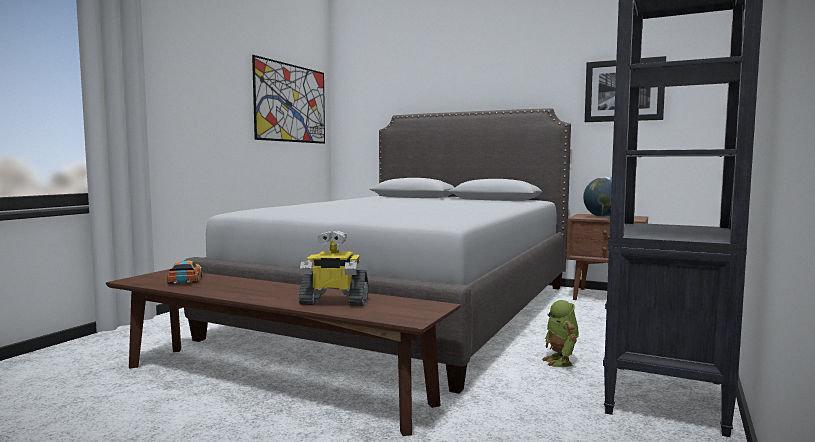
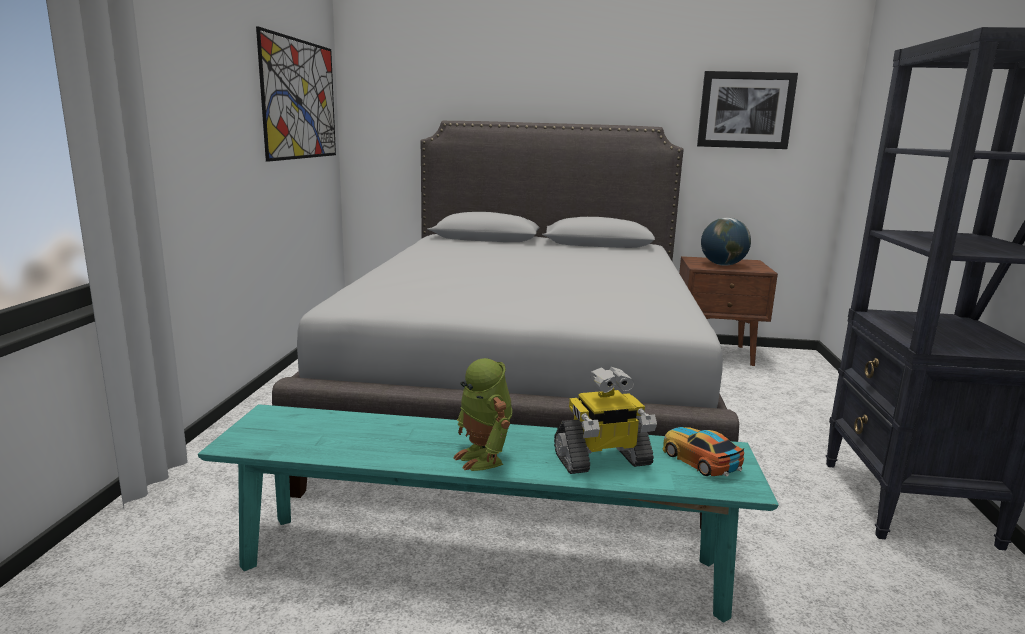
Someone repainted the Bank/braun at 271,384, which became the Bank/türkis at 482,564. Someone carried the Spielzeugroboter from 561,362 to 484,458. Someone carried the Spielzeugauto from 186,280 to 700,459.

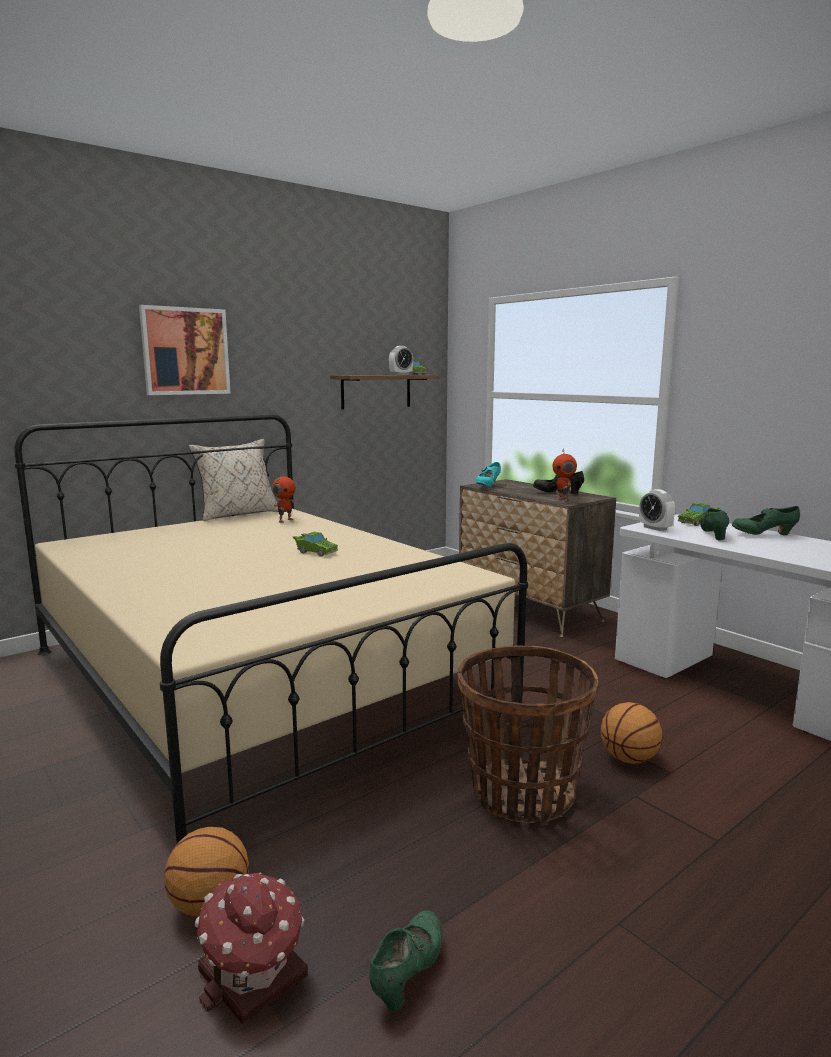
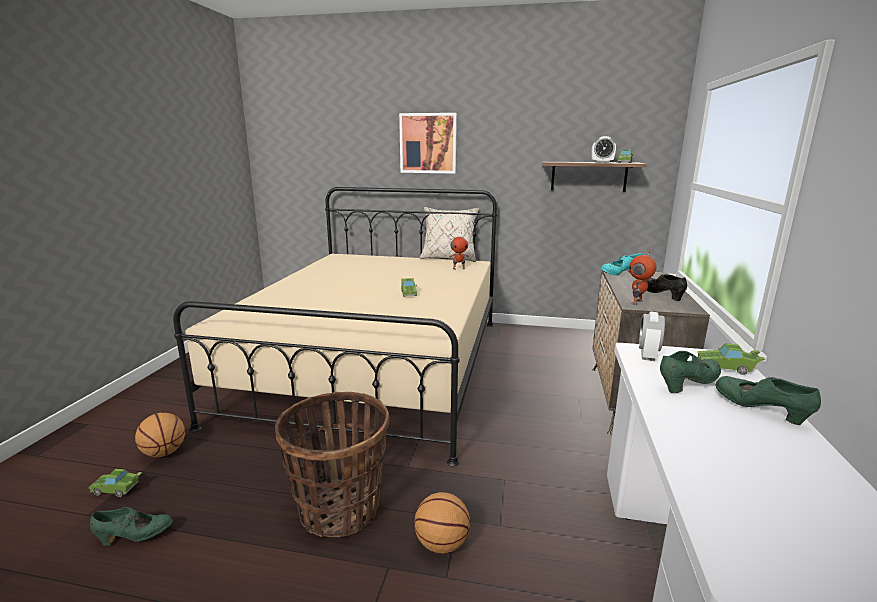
Someone swapped the Spielzeughaus at 253,976 for the Spielzeugauto/grün at 118,489.

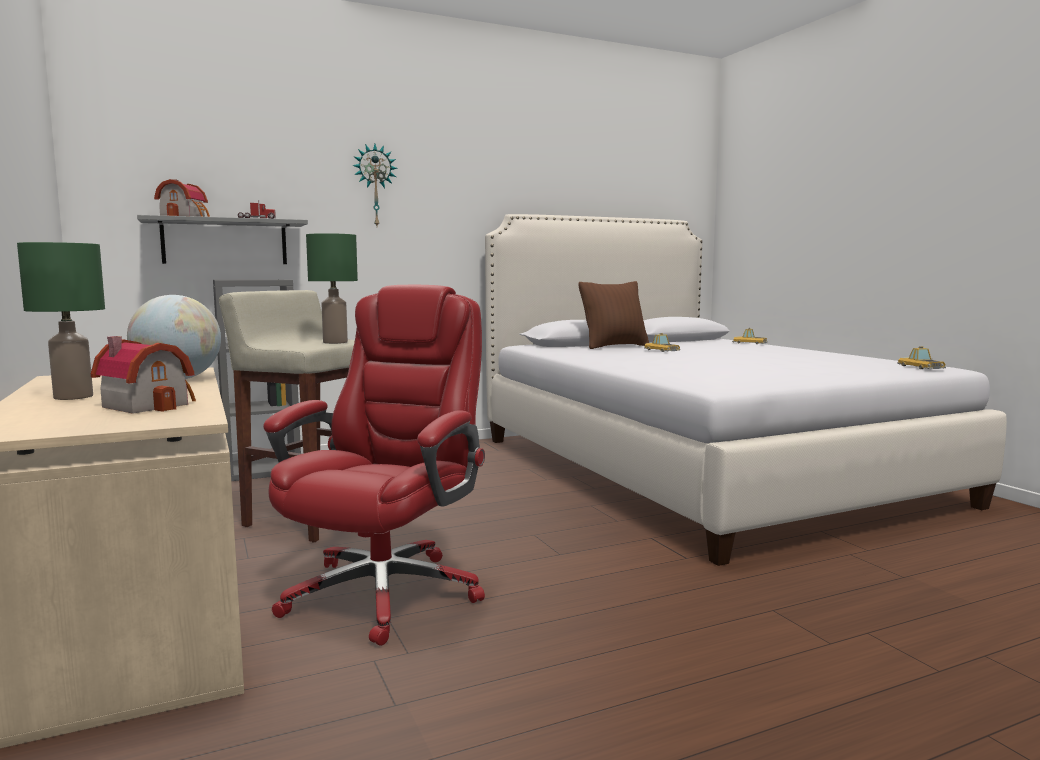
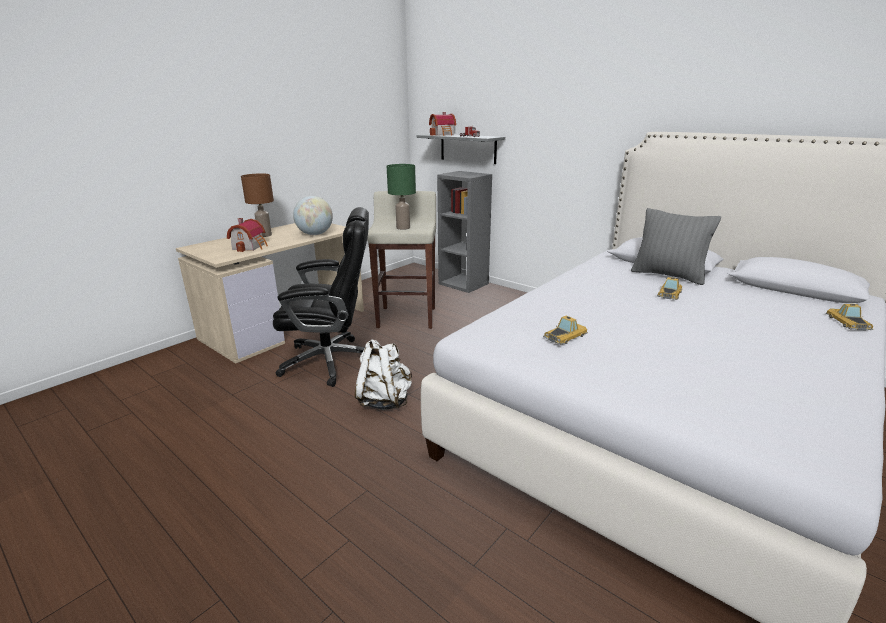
Someone repainted the Tischlampe/grün at 74,397, which became the Tischlampe/braun at 265,235. Someone repainted the Bürostuhl/rot at 386,591, which became the Bürostuhl/schwarz at 331,361. Someone put down the Rucksack/weiß at 384,400. Someone carried the Spielzeugauto from 920,367 to 566,336. Someone repainted the Kissen/braun at 614,346, which became the Kissen/grau at 668,275. Someone took away the Wanduhr at 375,186.

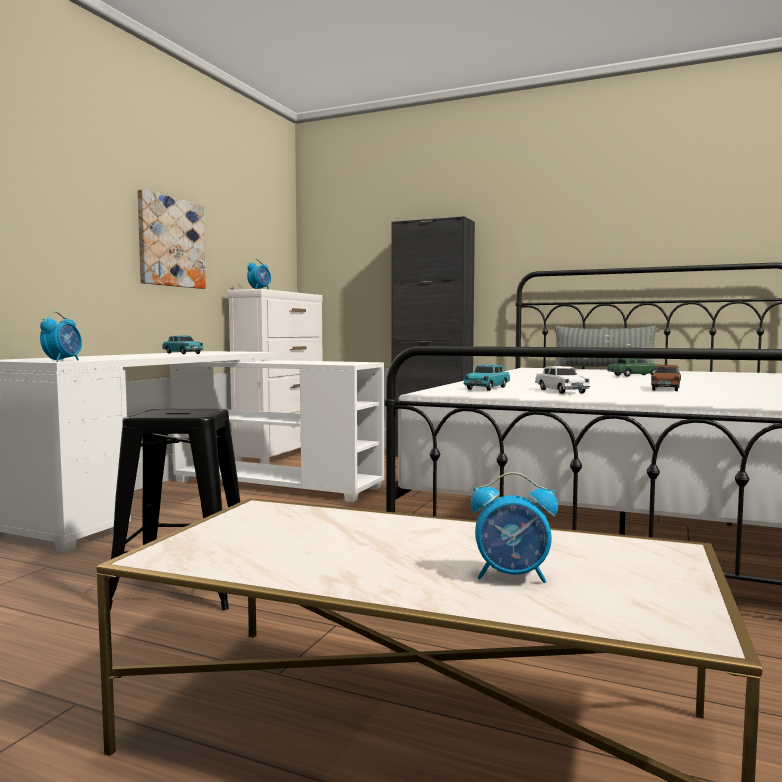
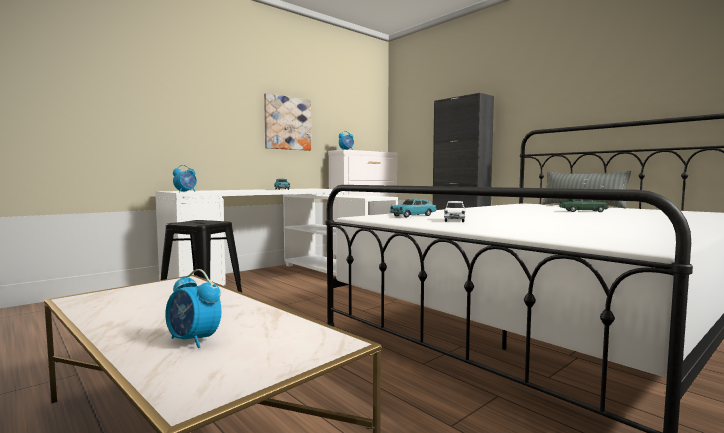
Someone took away the Spielzeugauto/braun at 666,389.

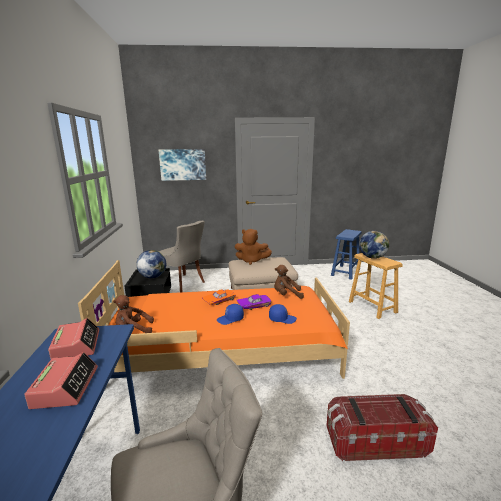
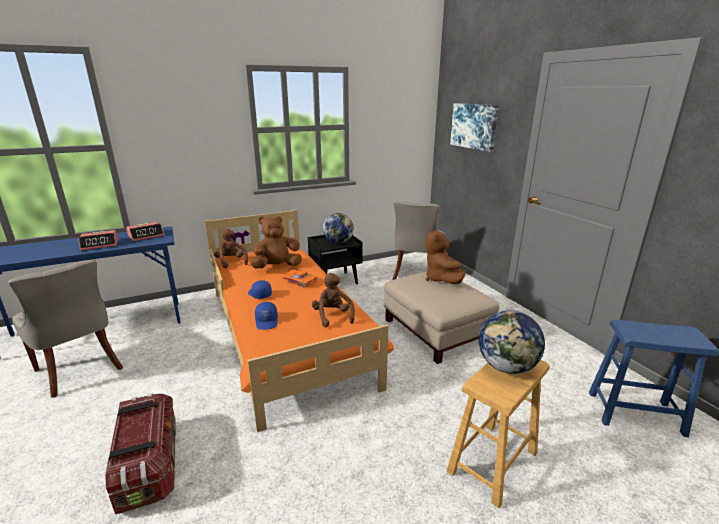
Someone put down the Plüschtier/braun at 277,267. Someone took away the Spielzeugauto/lila at 253,305.

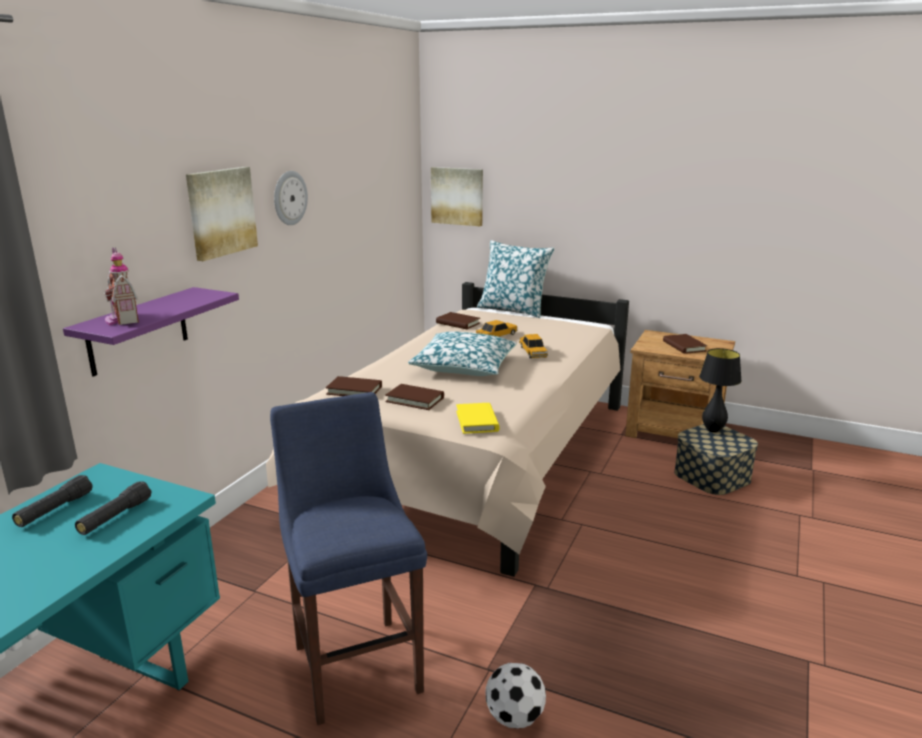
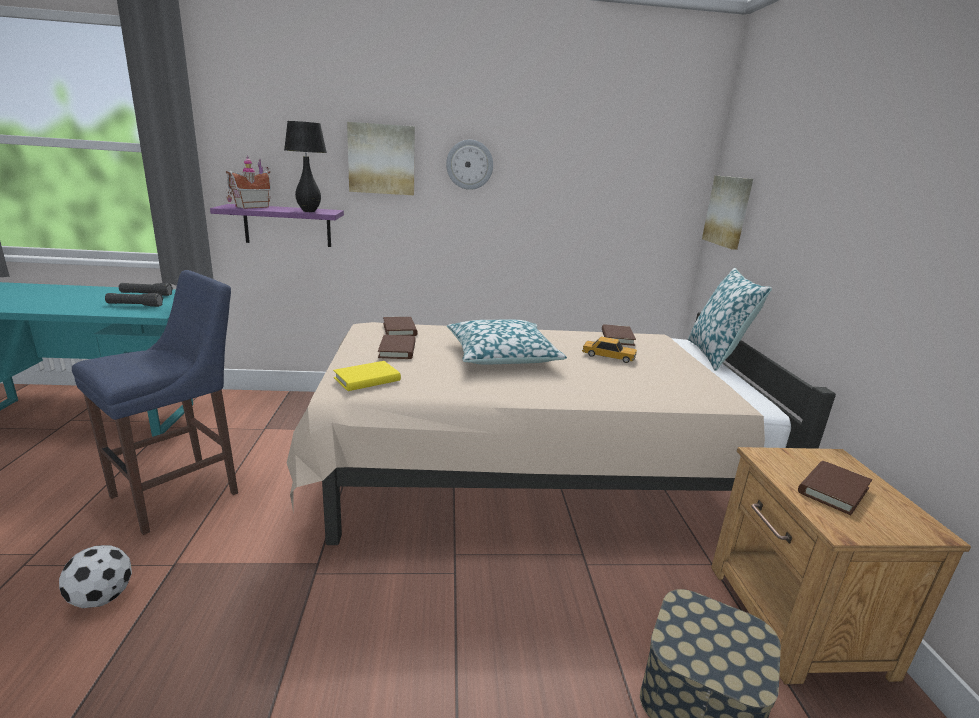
Someone carried the Tischlampe/schwarz from 713,430 to 309,211. Someone took away the Spielzeugauto at 533,352.

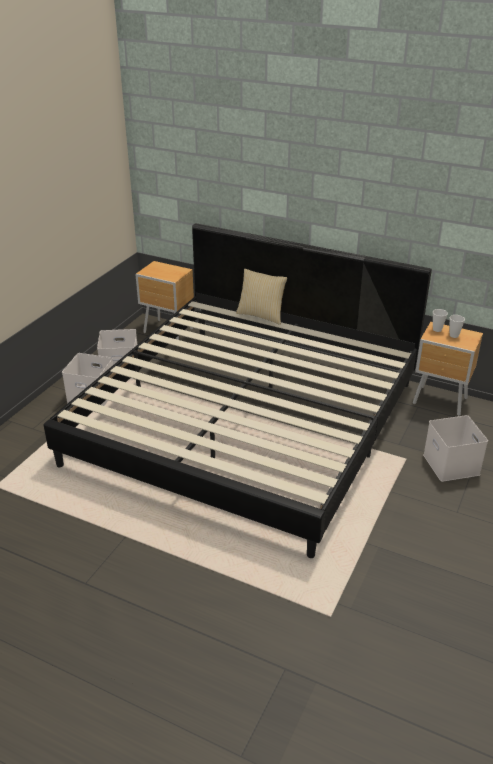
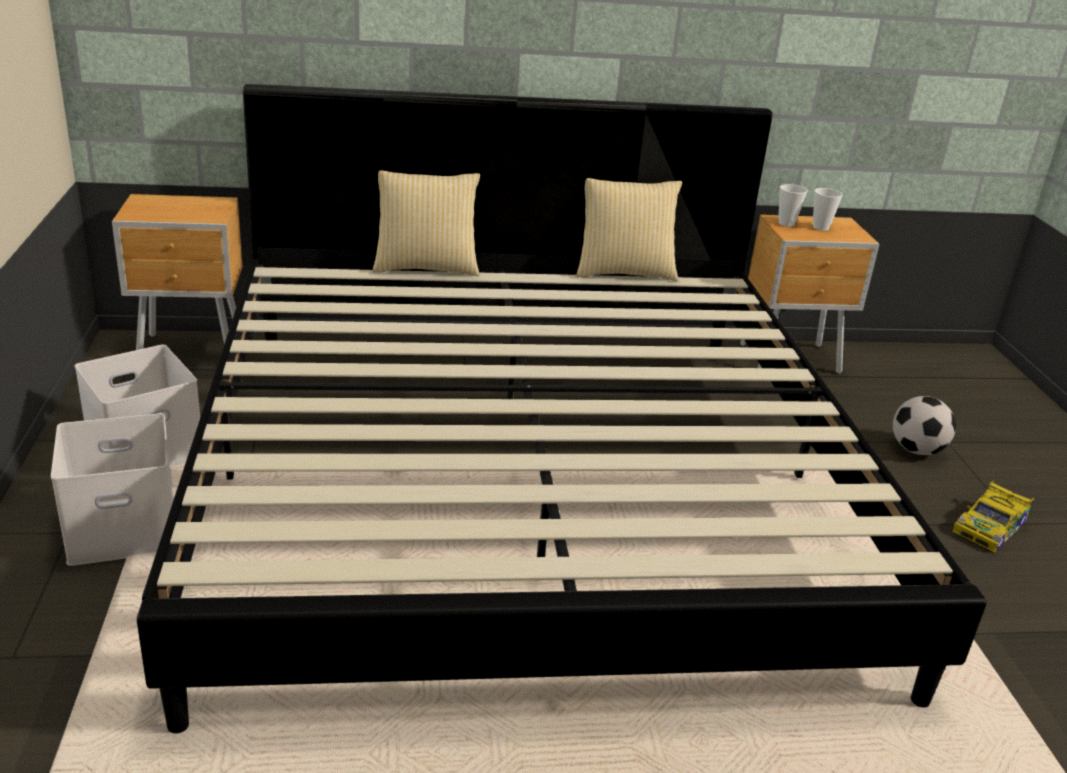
Someone put down the Kissen at 624,272. Someone swapped the Aufbewahrungsbox/weiß at 449,464 for the Fußball at 916,450. Someone put down the Spielzeugauto at 990,526.

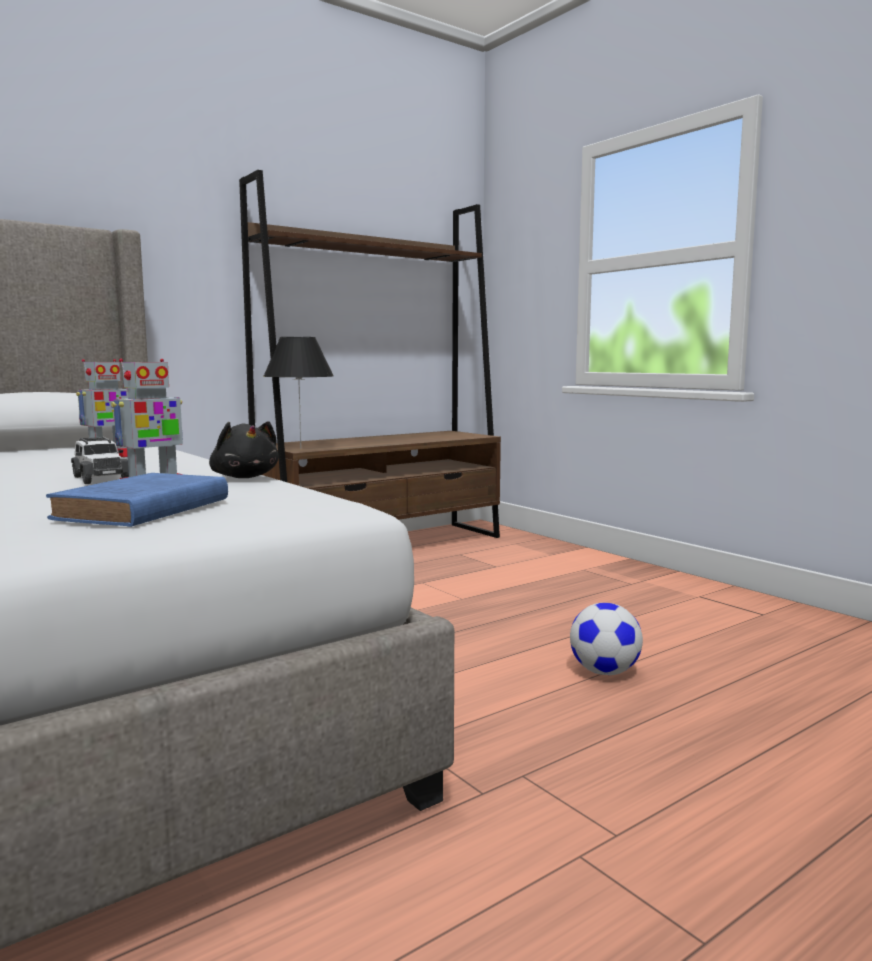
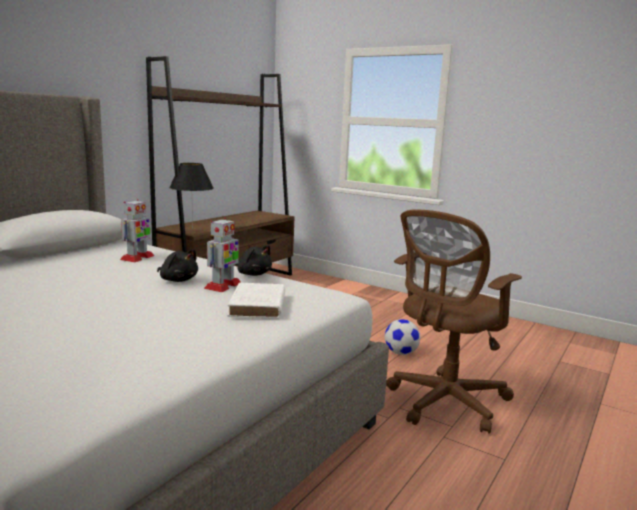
Someone swapped the Spielzeugauto at 100,478 for the Plüschtier/schwarz at 178,280. Someone repainted the Buch/blau at 140,510, which became the Buch/weiß at 257,306. Someone put down the Bürostuhl/braun at 444,403.

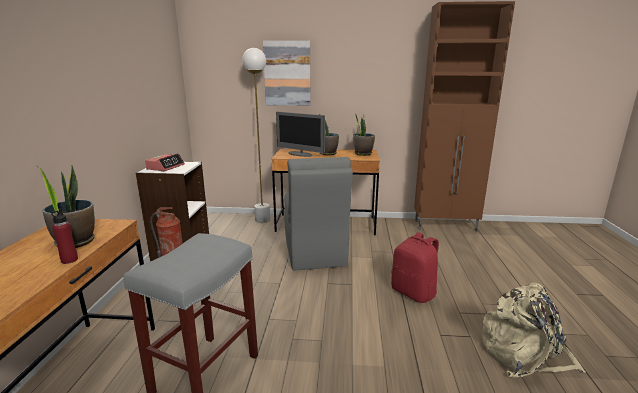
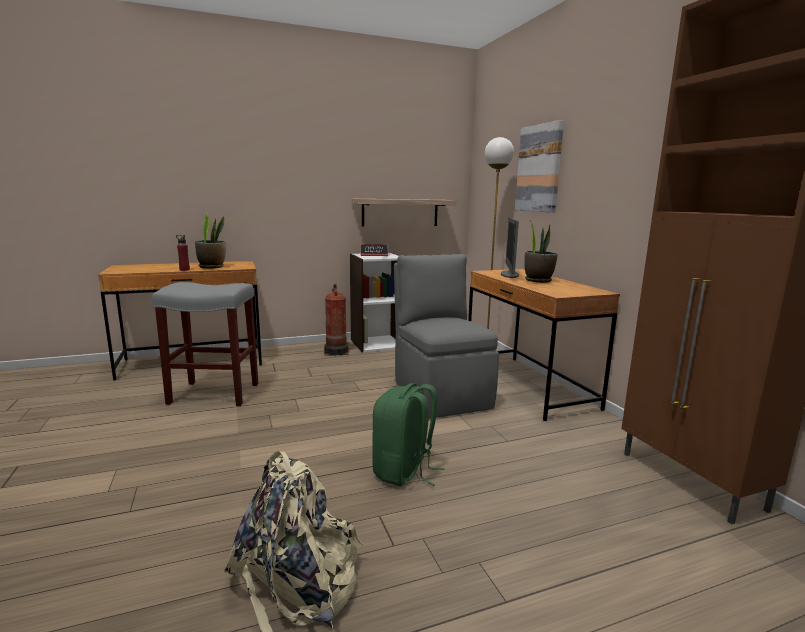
Someone put up the Wandregal at 400,212. Someone repainted the Rucksack/rot at 414,293, which became the Rucksack/grün at 404,471. Someone rotated the Stuhl/grau at 314,253 by 105 degrees clockwise. Someone took away the Topfpflanze at 362,154.

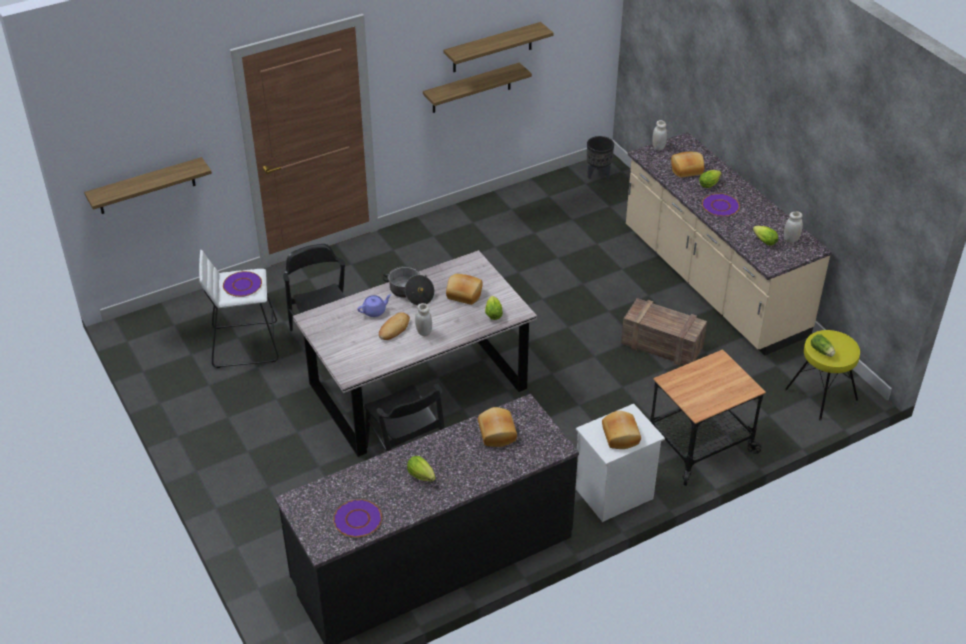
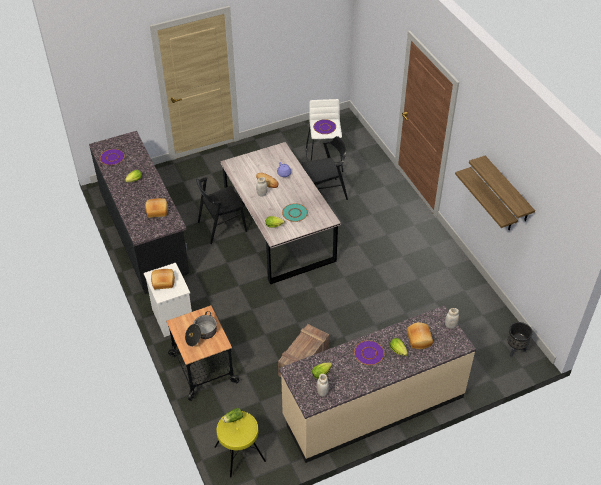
Someone carried the Kochtopf from 410,293 to 201,334. Someone swapped the Brot at 464,295 for the Teller/türkis at 294,213. Someone took away the Wandregal at 146,186.

